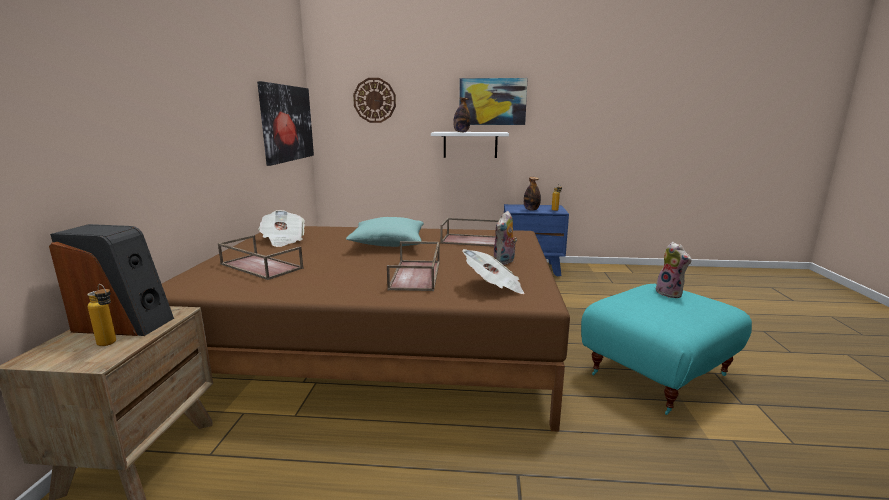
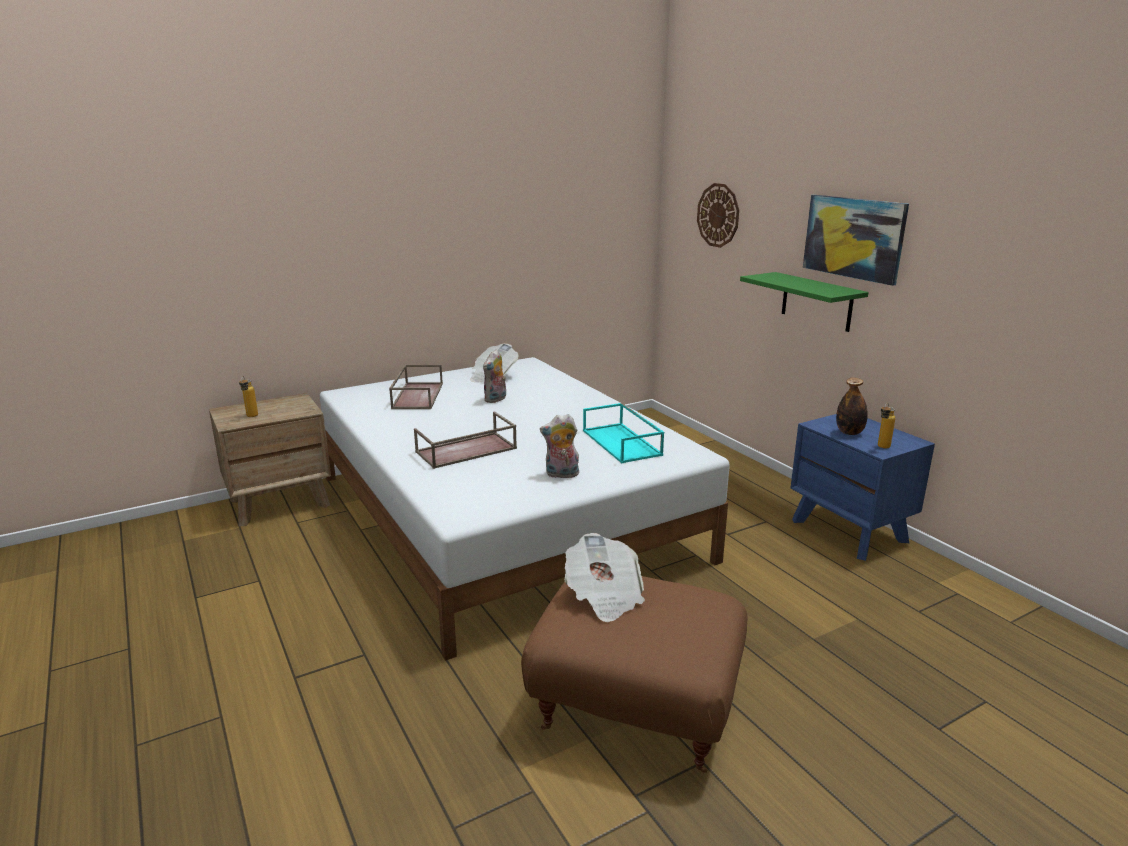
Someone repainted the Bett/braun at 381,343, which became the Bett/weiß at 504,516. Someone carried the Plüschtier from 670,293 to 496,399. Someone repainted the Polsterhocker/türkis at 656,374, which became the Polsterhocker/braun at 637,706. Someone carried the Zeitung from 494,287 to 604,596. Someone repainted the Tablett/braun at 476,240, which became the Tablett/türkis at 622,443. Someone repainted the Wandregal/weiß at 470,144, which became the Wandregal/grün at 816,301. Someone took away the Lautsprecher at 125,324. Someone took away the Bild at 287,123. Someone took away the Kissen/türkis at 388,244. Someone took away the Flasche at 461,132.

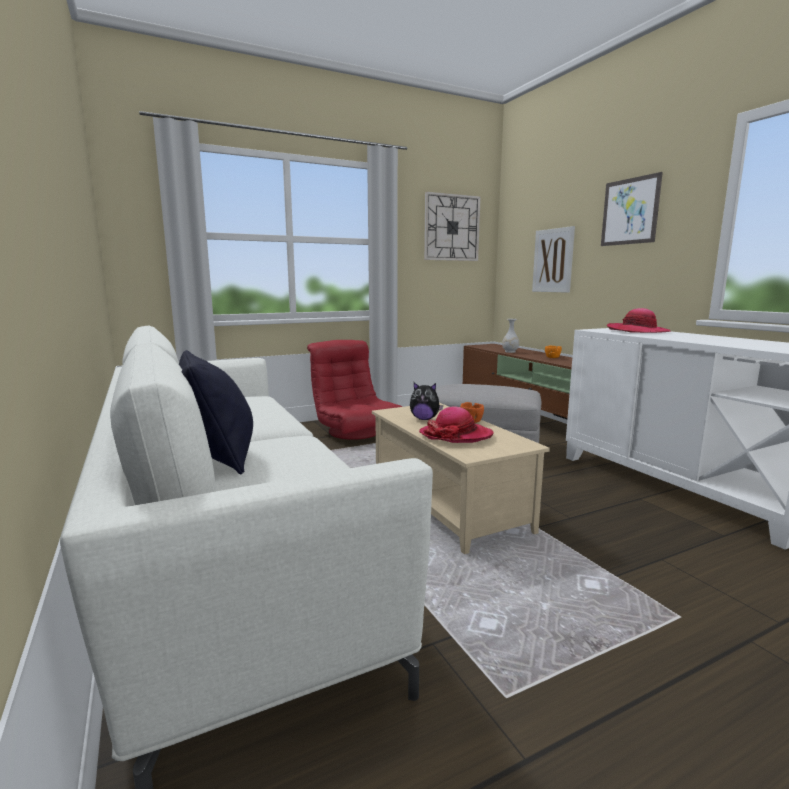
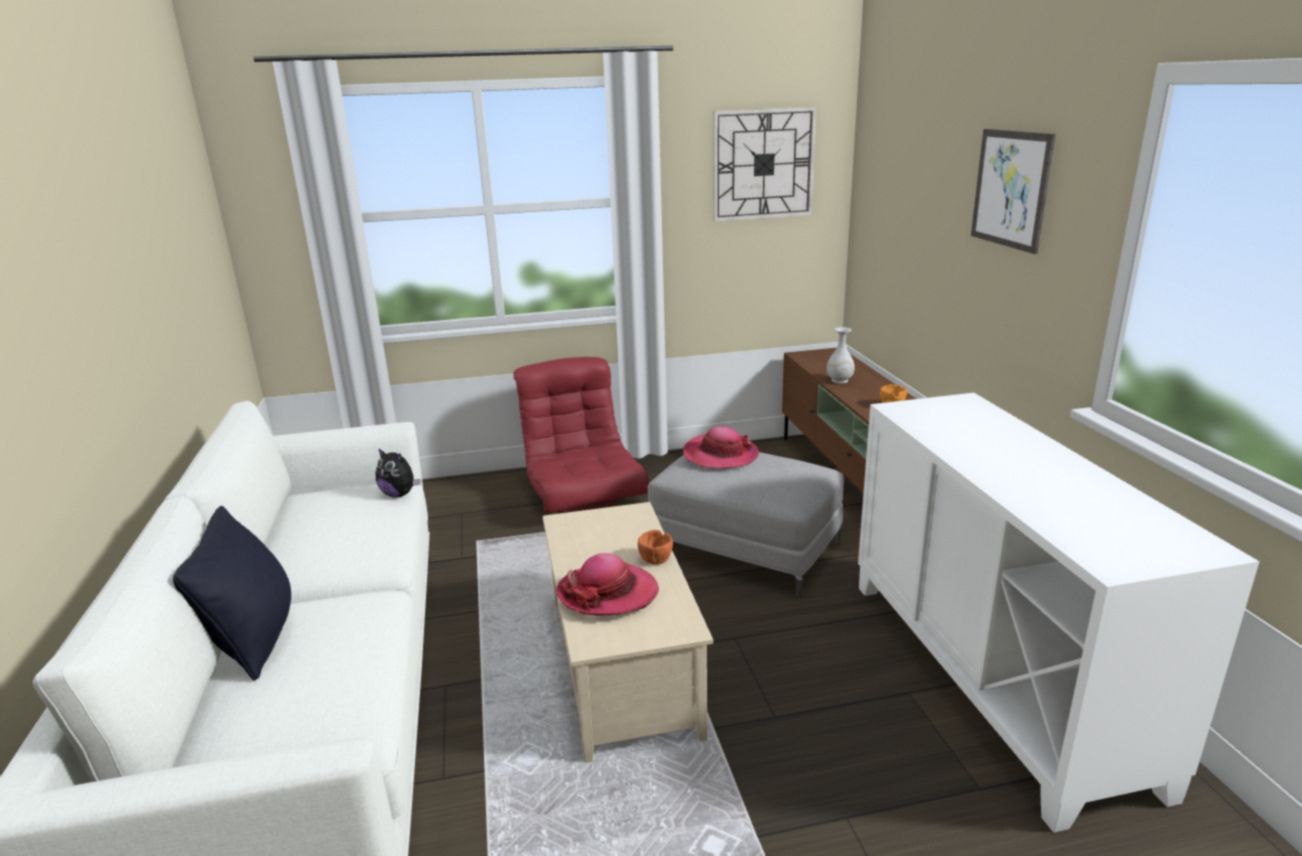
Someone carried the Plüschtier from 424,419 to 399,494. Someone carried the Hut from 637,331 to 720,455. Someone took away the Bild at 553,260.

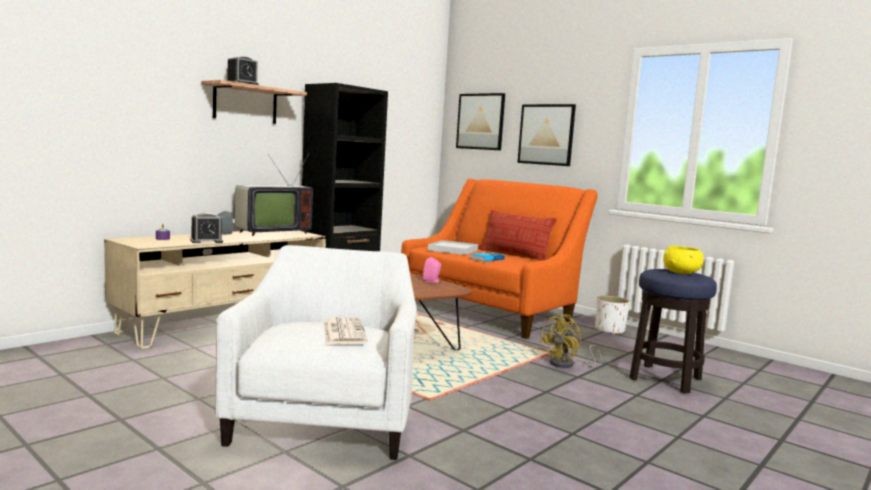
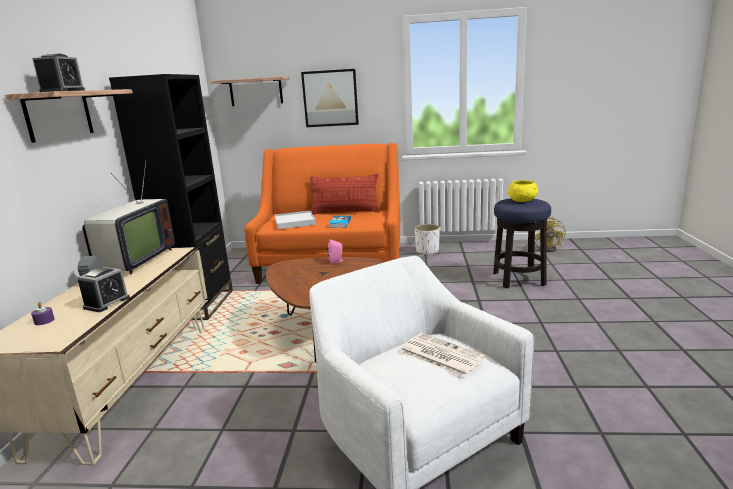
Someone swapped the Bild at 480,121 for the Wandregal at 256,91. Someone carried the Ventilator/gelb from 567,364 to 550,249.

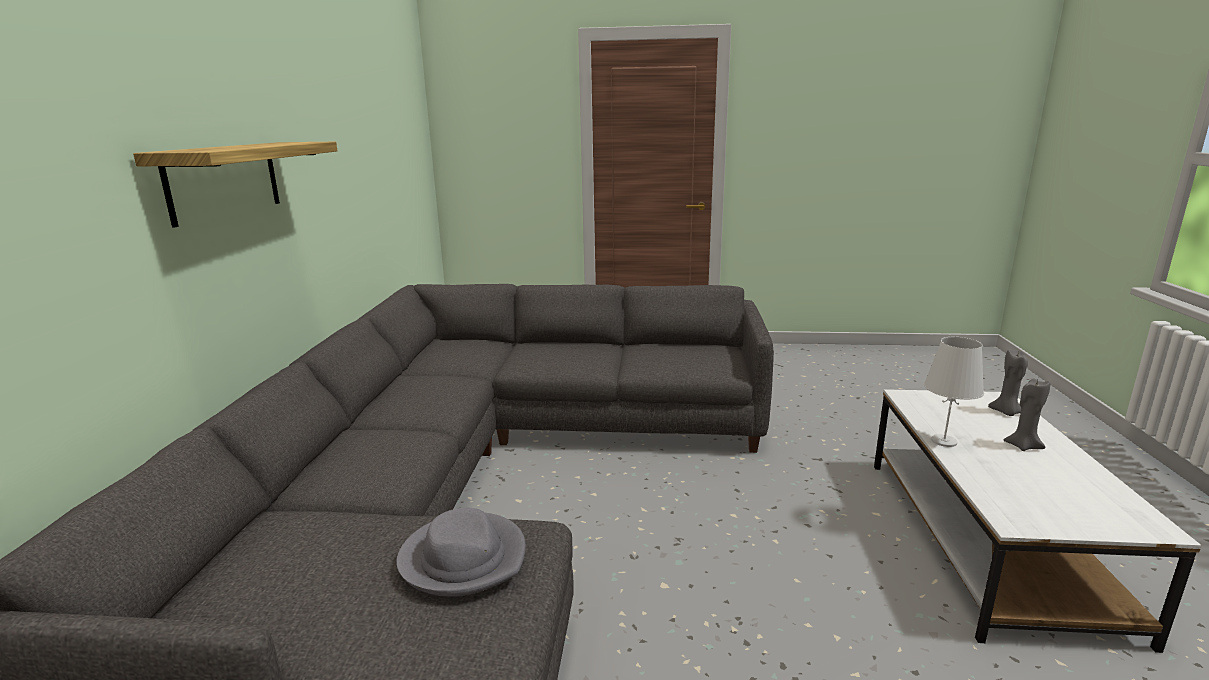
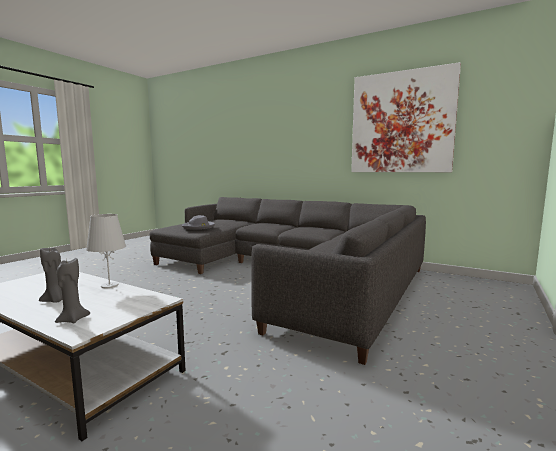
Someone put up the Bild at 401,123. Someone took away the Wandregal at 224,180.

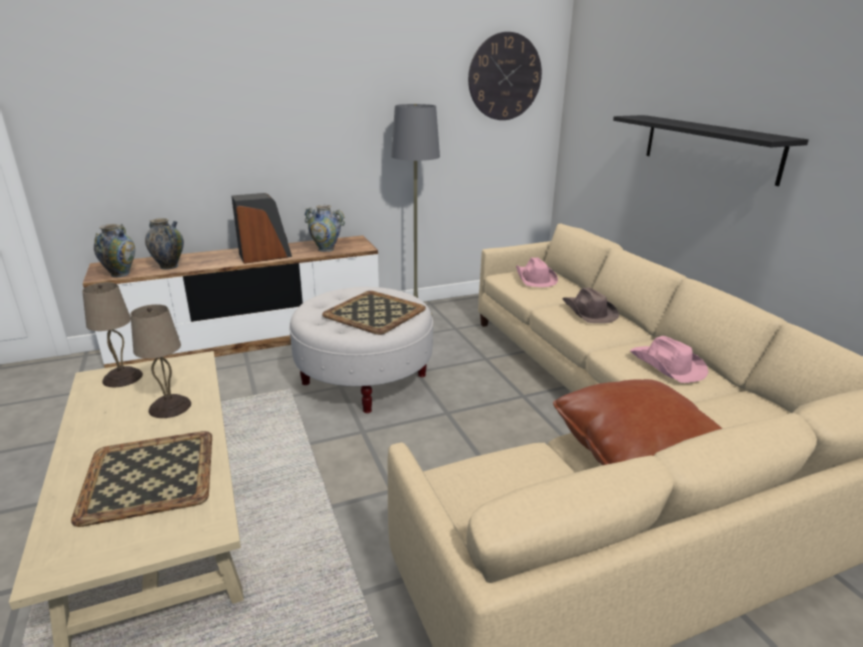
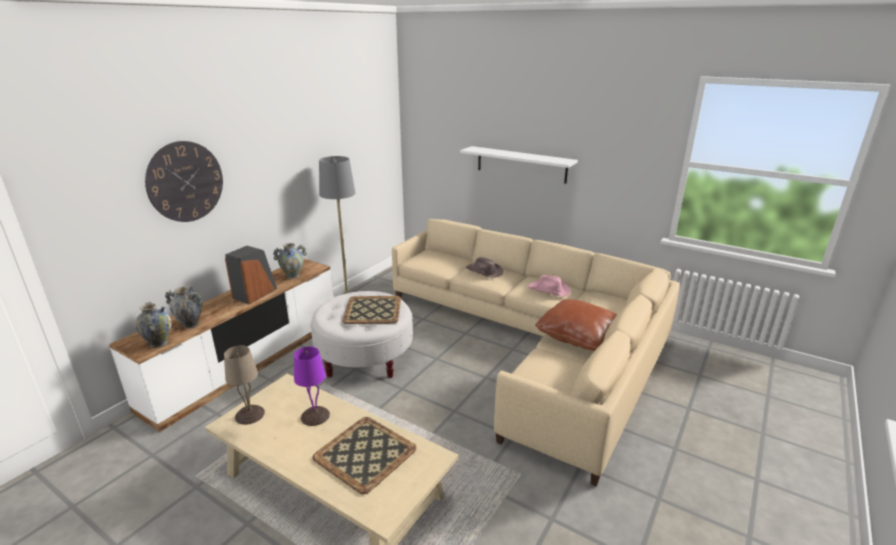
Someone carried the Wanduhr from 505,77 to 185,182. Someone repainted the Tischlampe/beige at 171,407, which became the Tischlampe/lila at 316,415. Someone repainted the Wandregal/schwarz at 709,147, which became the Wandregal/weiß at 521,164. Someone took away the Hut/rosa at 534,278.

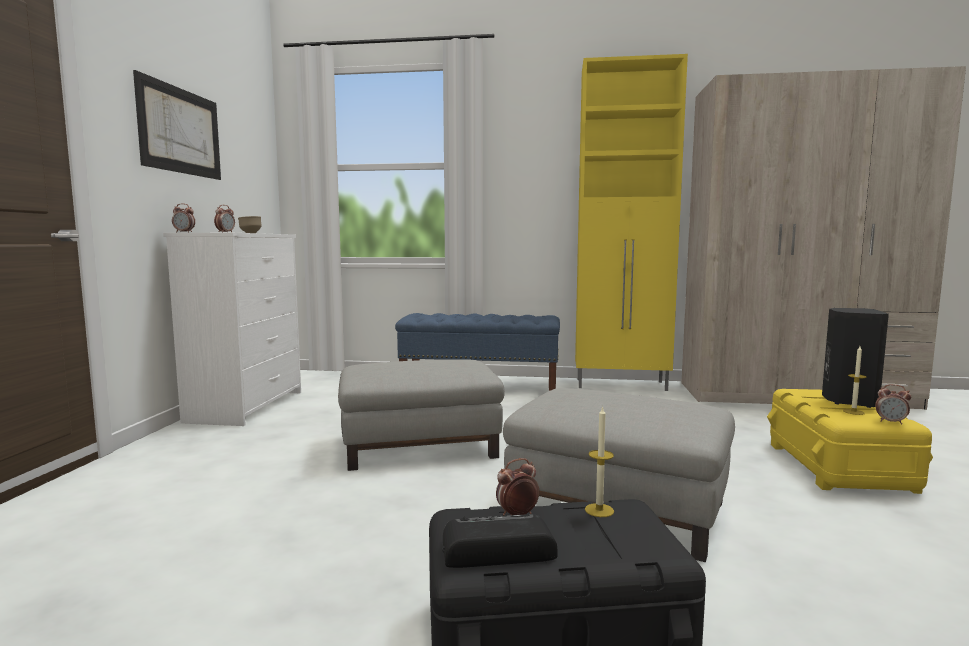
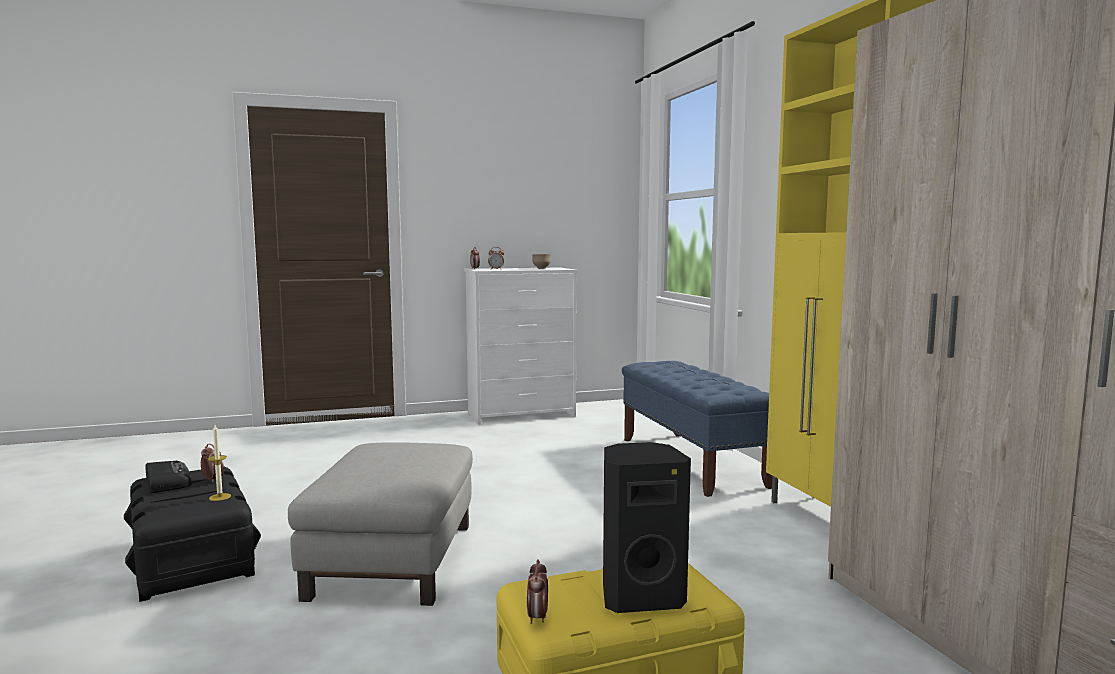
Someone took away the Bild at 181,131. Someone took away the Polsterhocker/grau at 420,445. Someone took away the Kerze at 853,412.

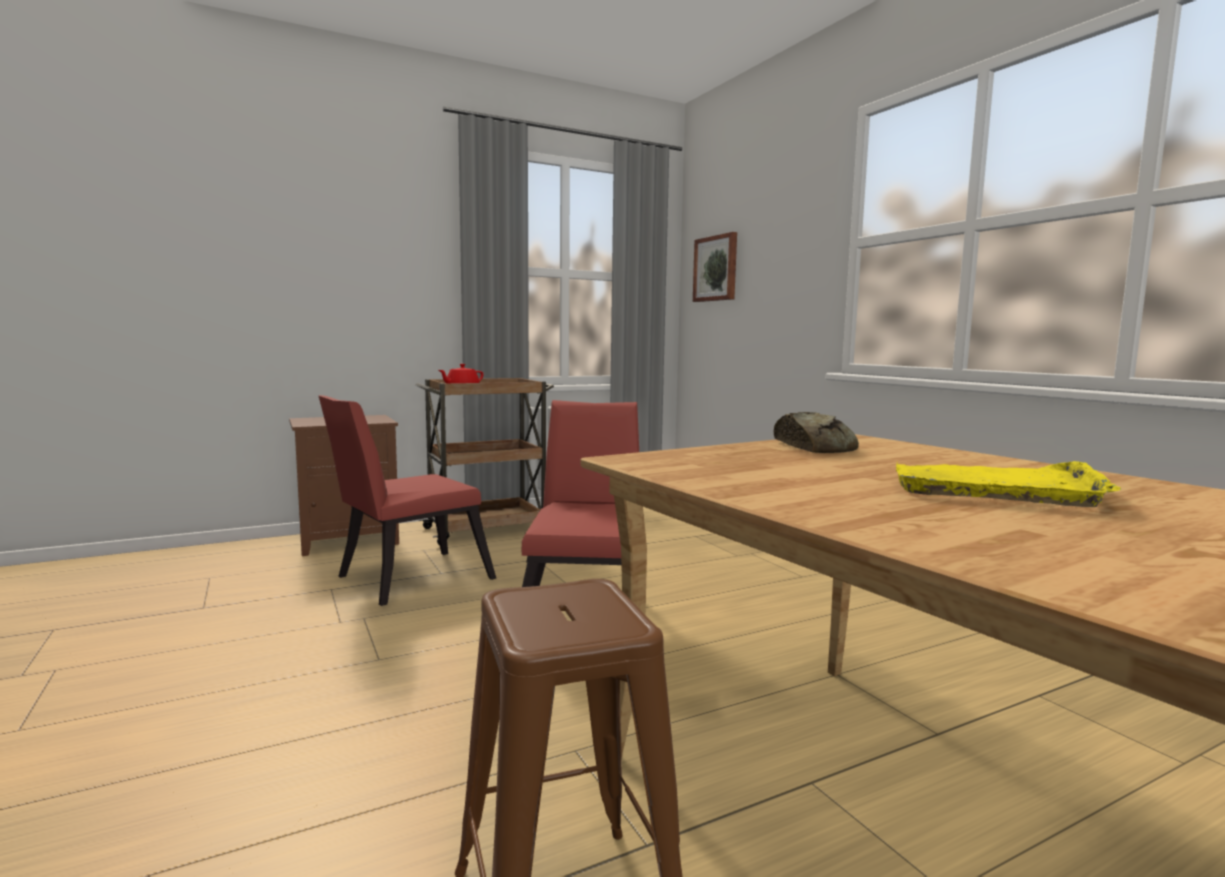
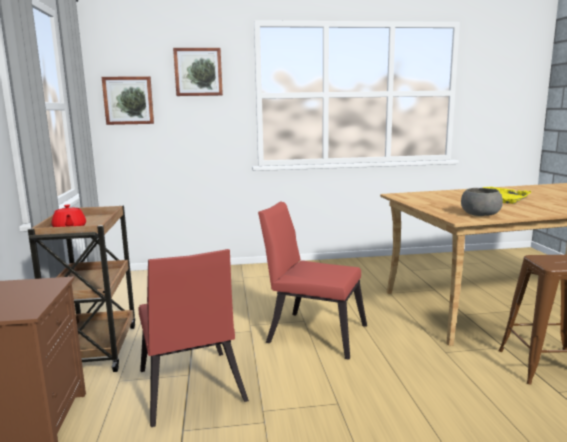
Someone put up the Bild at 198,72. Someone put down the Schüssel/grau at 479,214. Someone took away the Brot at 814,447.

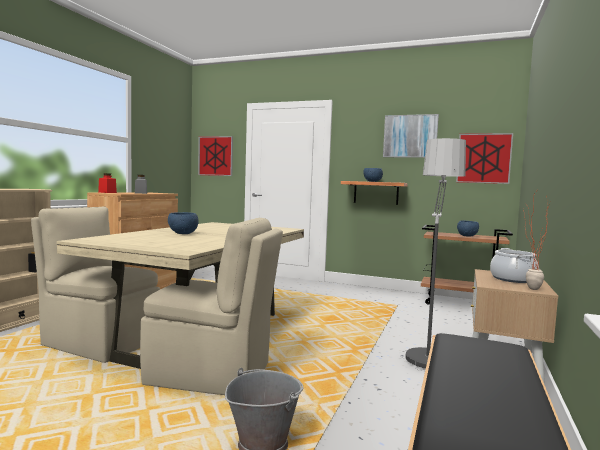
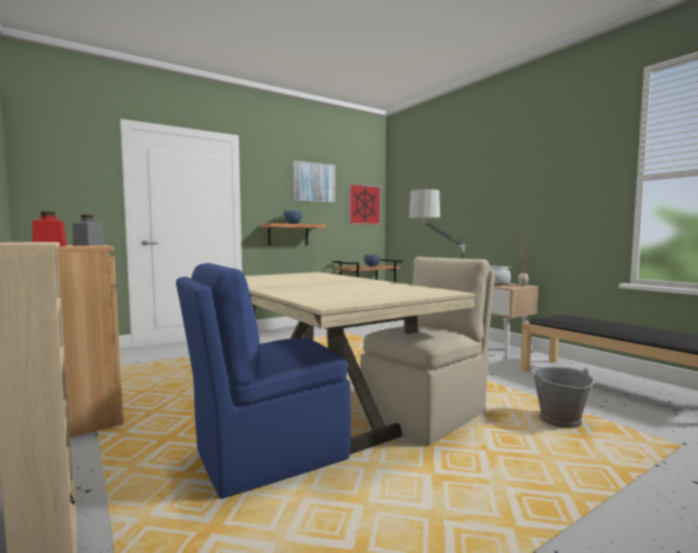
Someone repainted the Stuhl/beige at 99,342, which became the Stuhl/blau at 267,455. Someone took away the Schüssel/blau at 183,233. Someone took away the Bild at 215,156.

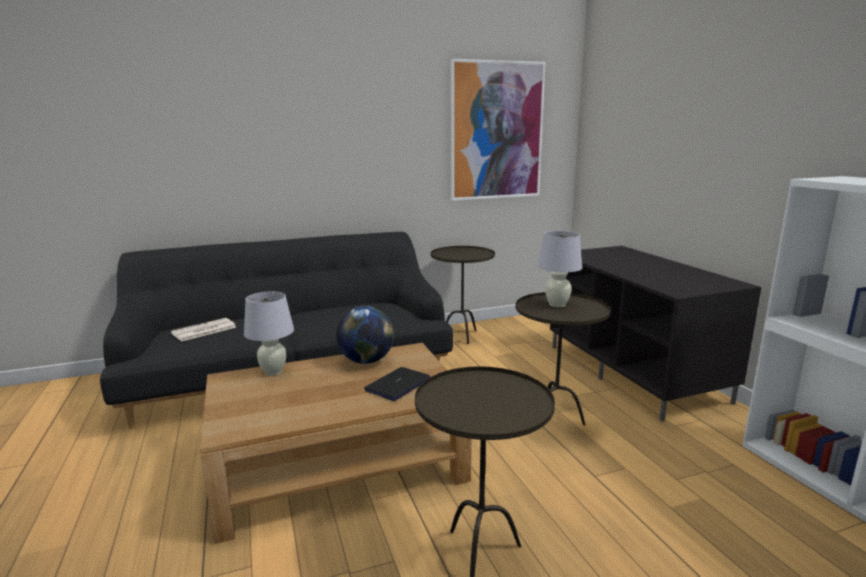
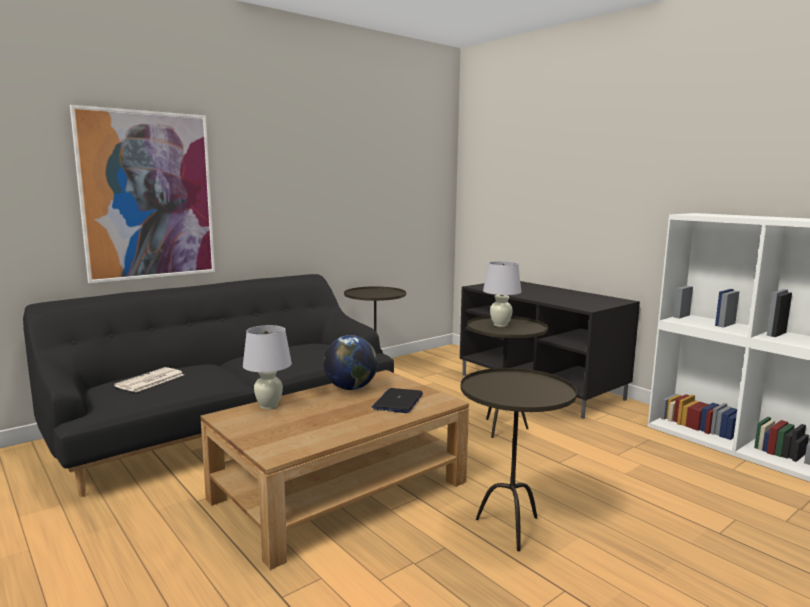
Someone carried the Bild from 496,131 to 148,196.

